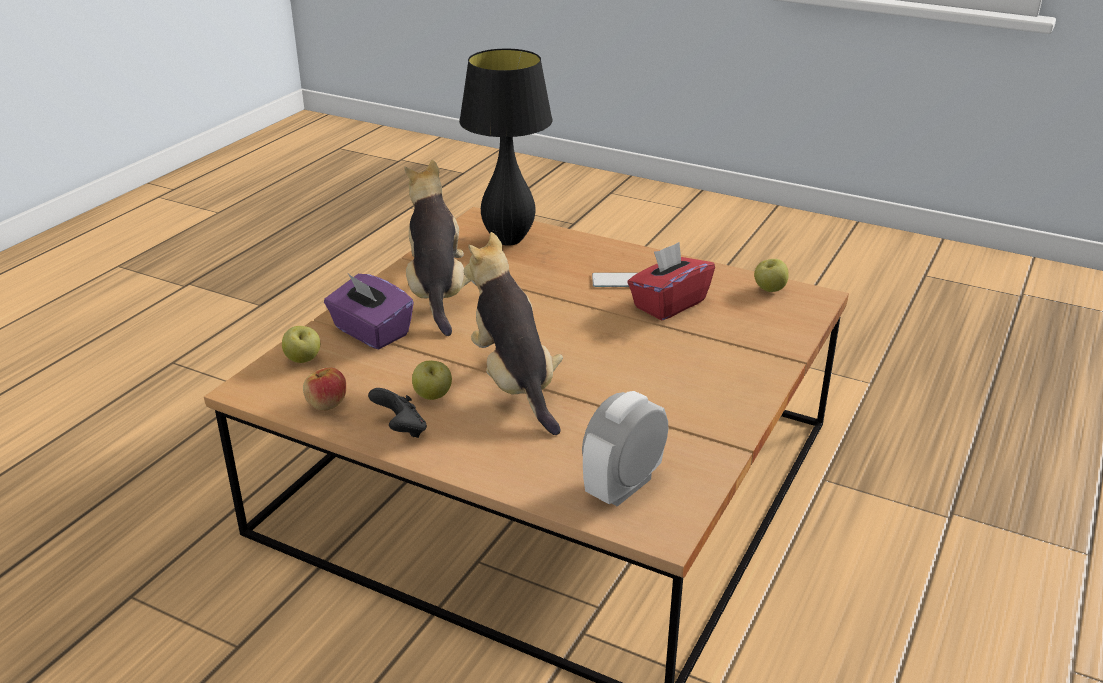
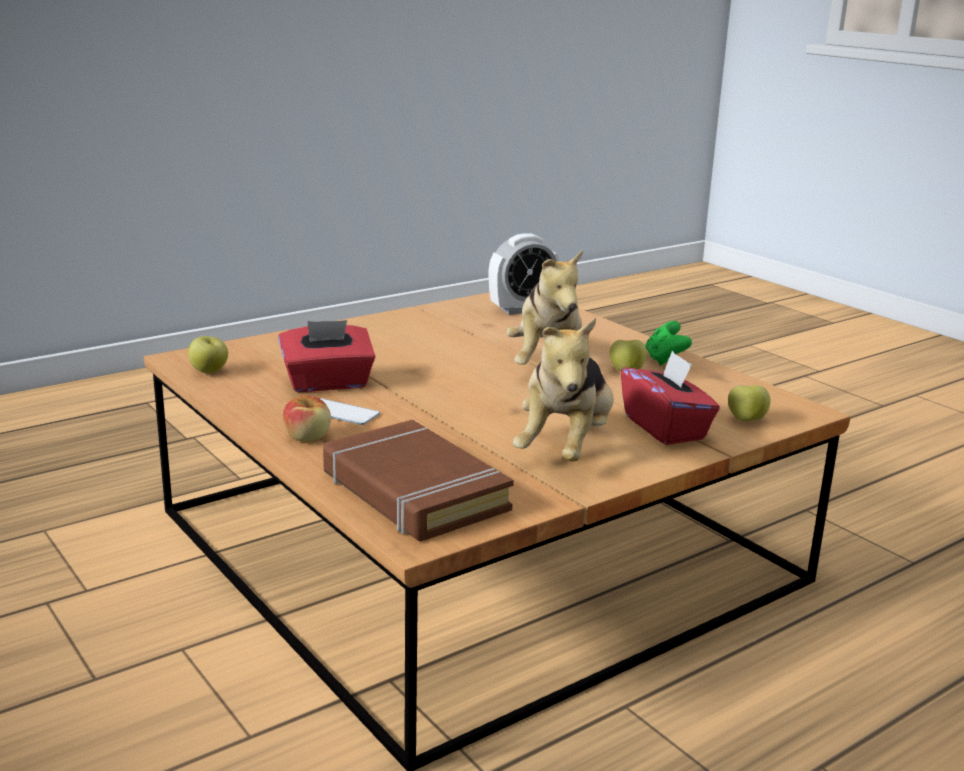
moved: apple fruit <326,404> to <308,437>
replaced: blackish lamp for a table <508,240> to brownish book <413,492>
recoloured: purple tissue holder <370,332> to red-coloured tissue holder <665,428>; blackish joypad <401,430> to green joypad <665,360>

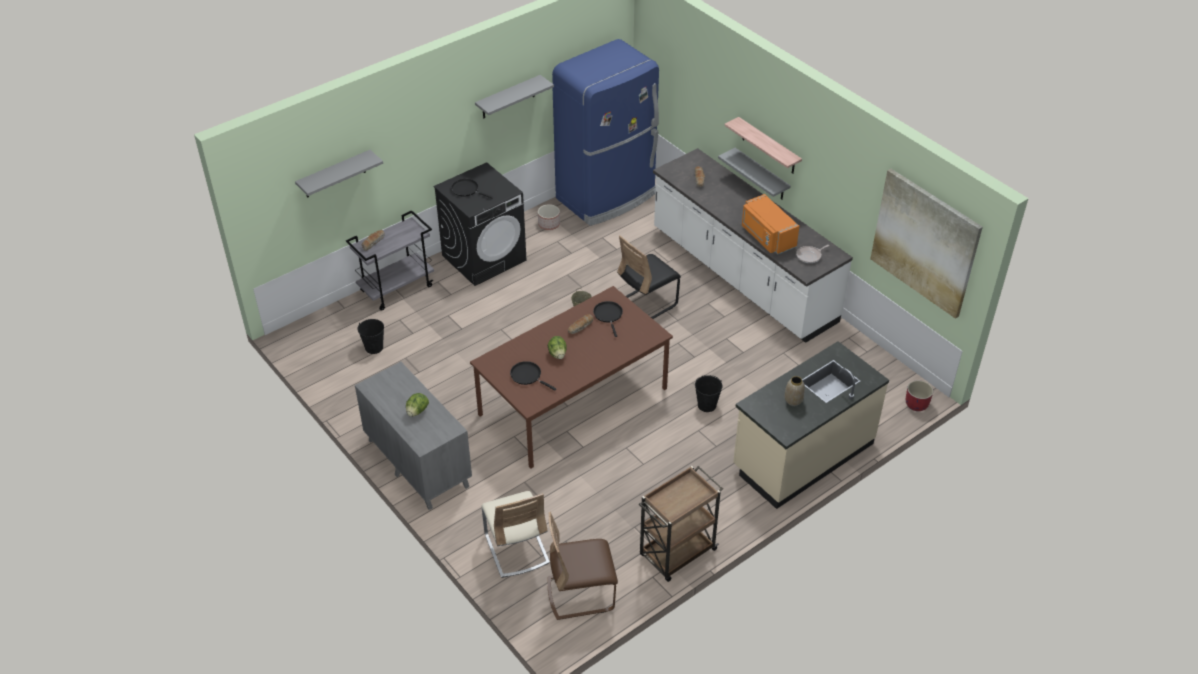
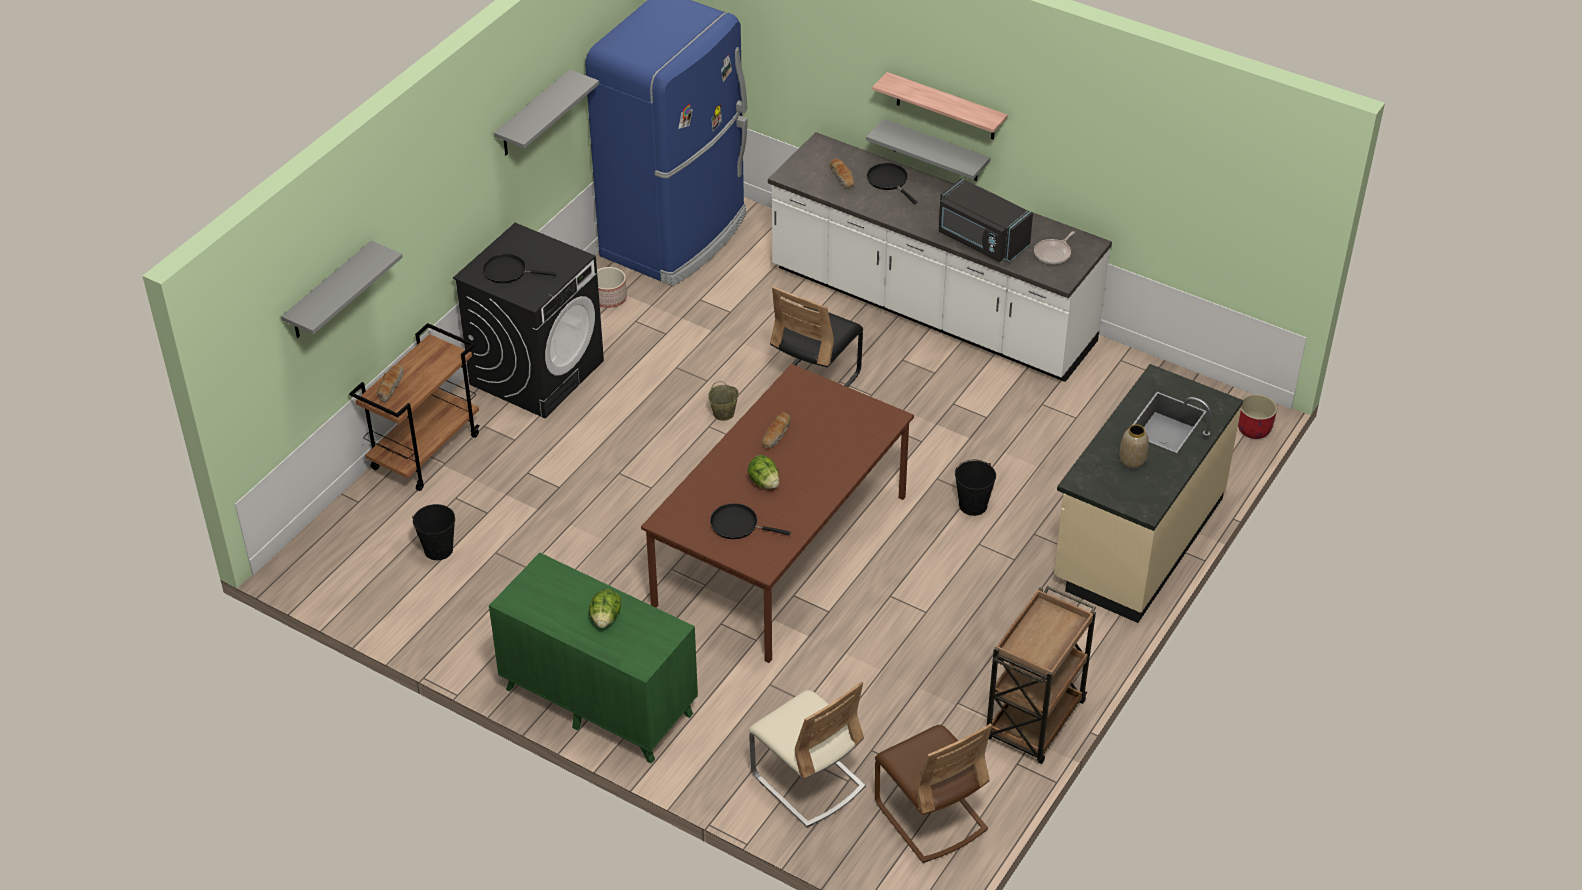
removed: wall picture <925,242>
moved: blackish frying pan <608,315> to <889,181>
recoloured: gray cart <397,288> to brownish cart <426,451>; gray dresser <418,463> to green dresser <598,701>; orangey microwave <767,237> to blackish microwave <981,240>
turned: brownish plain chair <581,594> = <930,816> 90 degrees counterclockwise

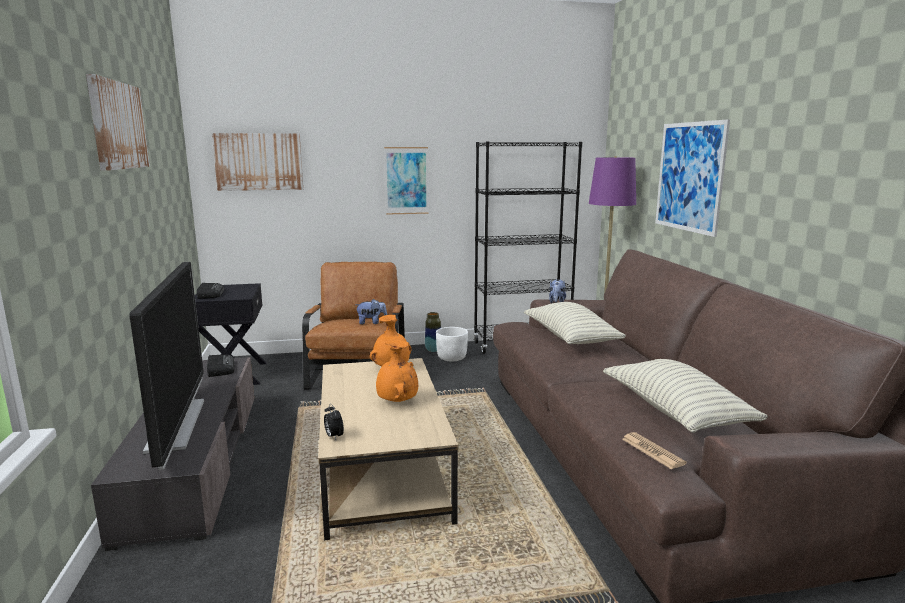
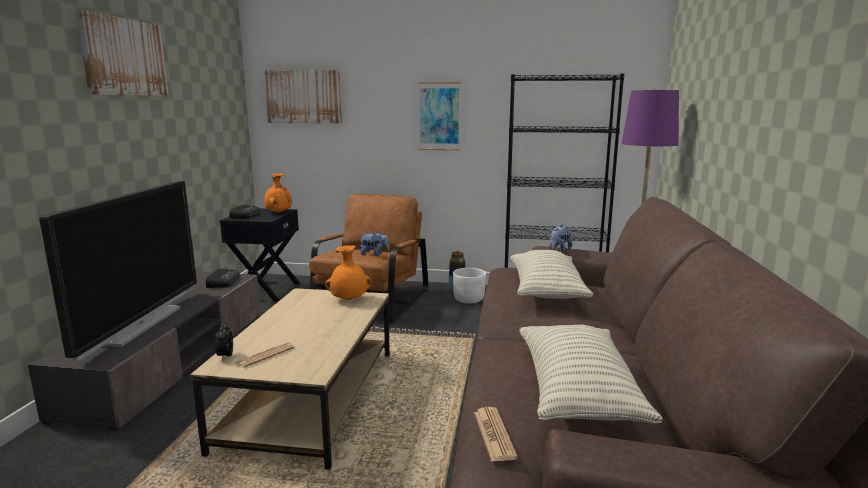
removed: wall picture <689,177>
added: newspaper <265,355>
moved: orangey flower vase <396,401> to <278,212>

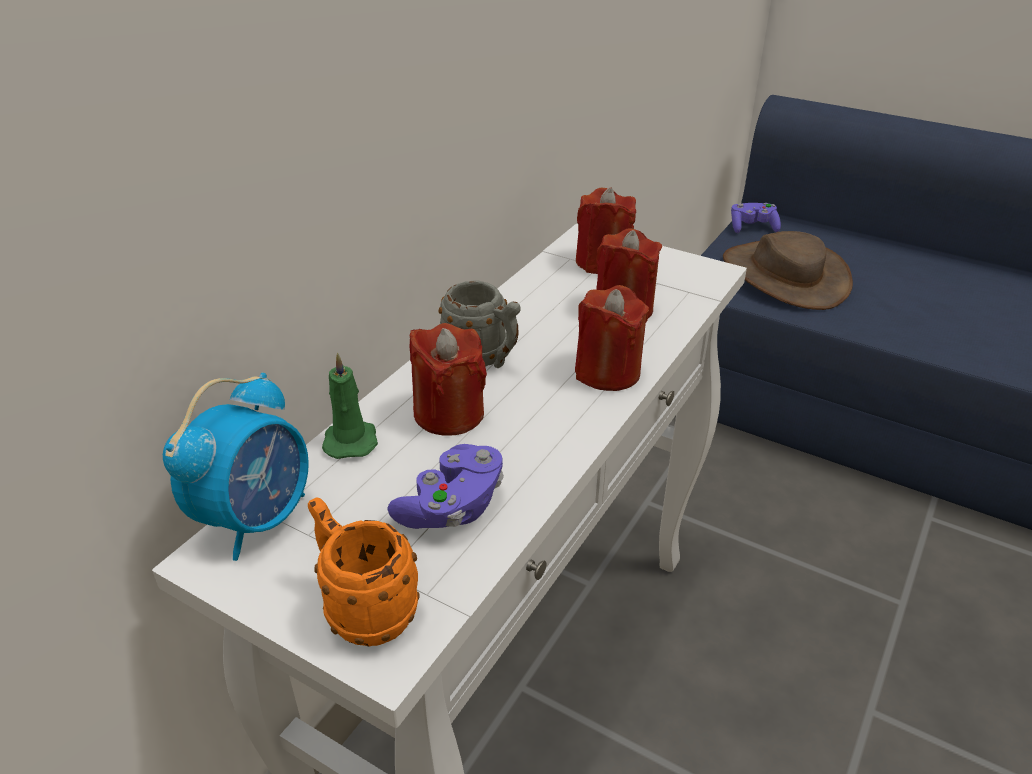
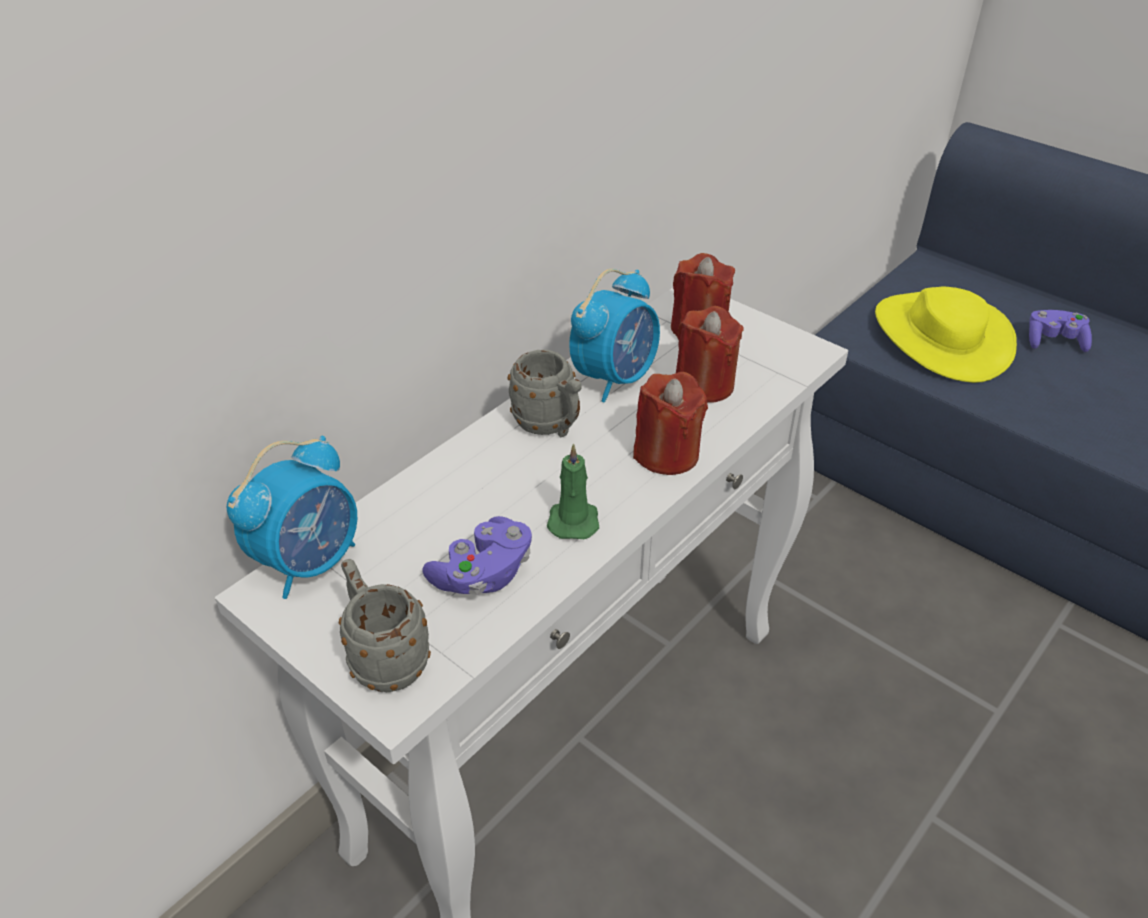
removed: red-coloured wax light <449,414>
added: alarm clock <615,378>
moved: green wax light <350,440> to <573,519>; purple joypad <752,228> to <1054,342>
recoloured: orangey coffee mug <363,609> to gray coffee mug <384,658>; brownish wearable hat <784,276> to yellow wearable hat <941,337>

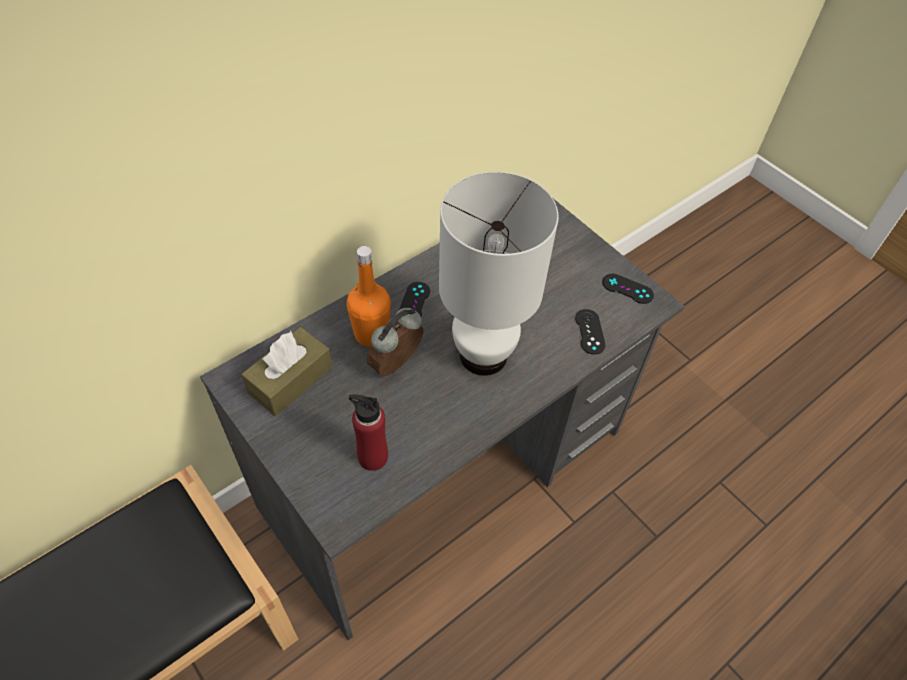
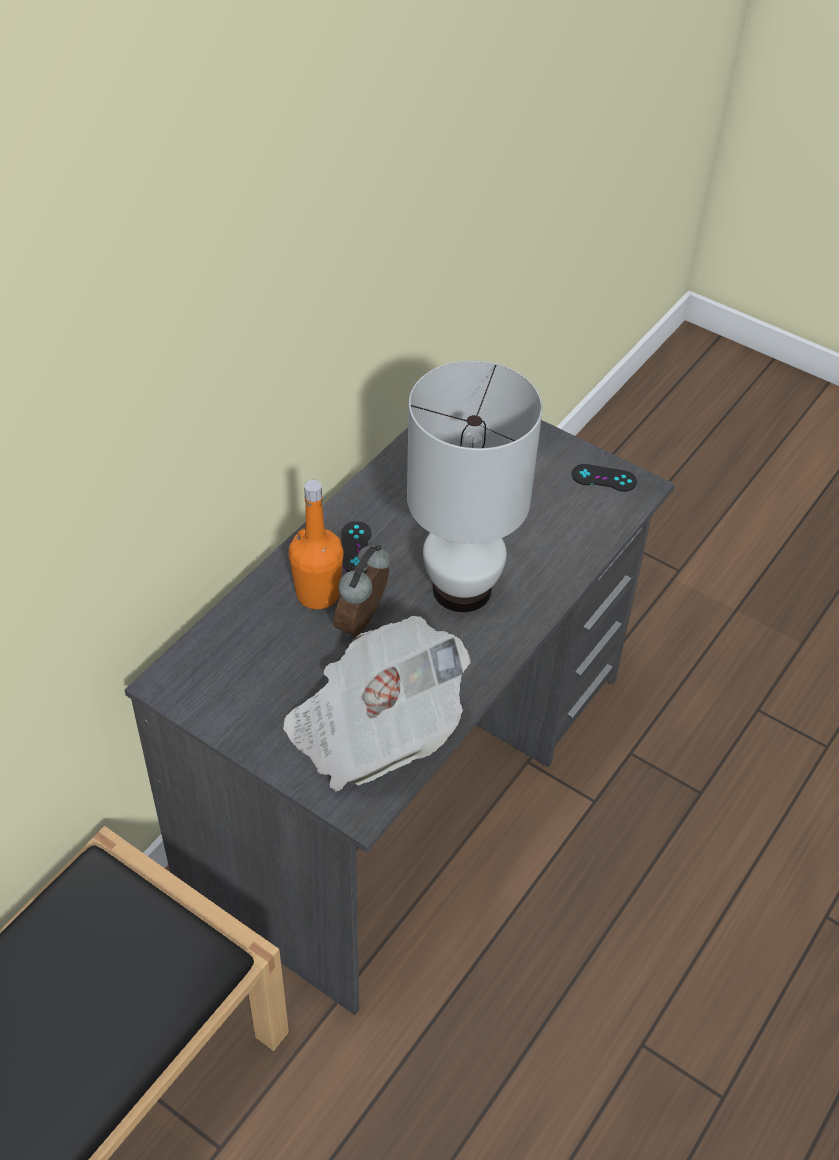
removed: brownish tissue holder <290,380>; blackish joypad <589,332>
replaced: red-coloured drink bottle <372,457> to newspaper <374,730>

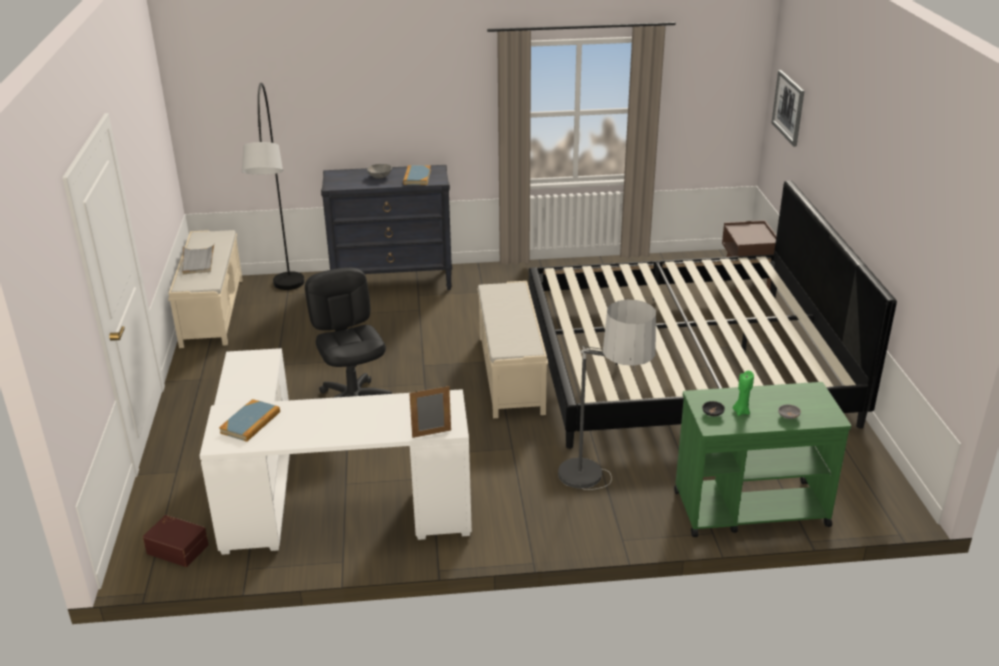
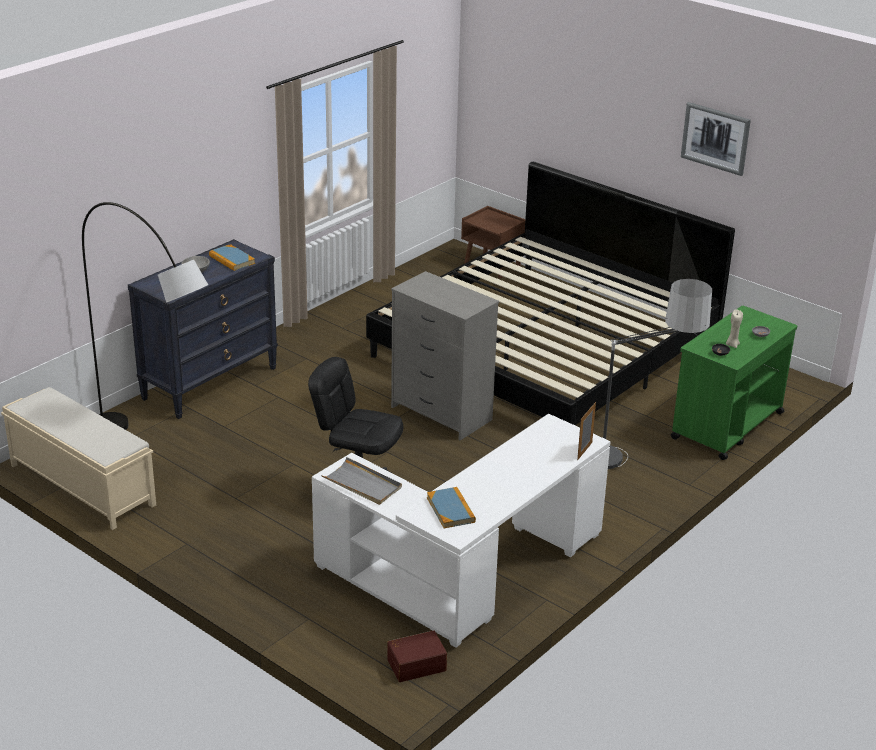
moved: gray carrying tray <198,261> to <362,484>; wall picture <788,107> to <715,138>
replaced: sand-coloured long seat <511,374> to gray dresser <441,413>
recoloured: green wax light <741,411> to sand-coloured wax light <732,345>

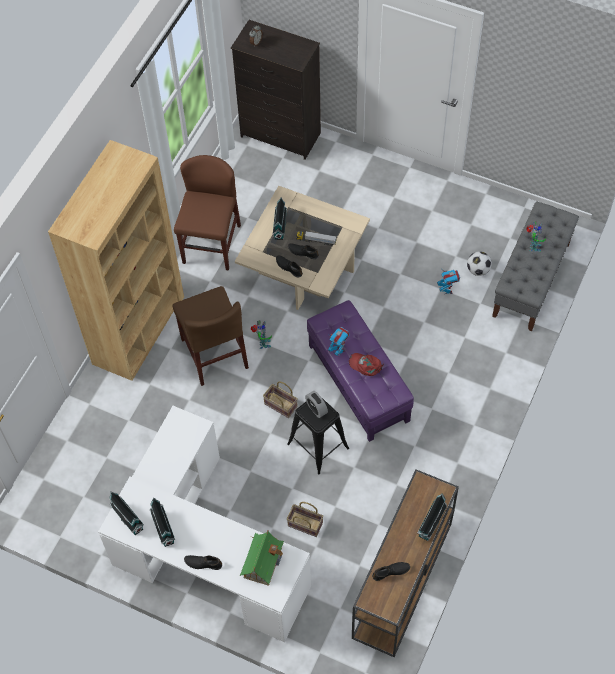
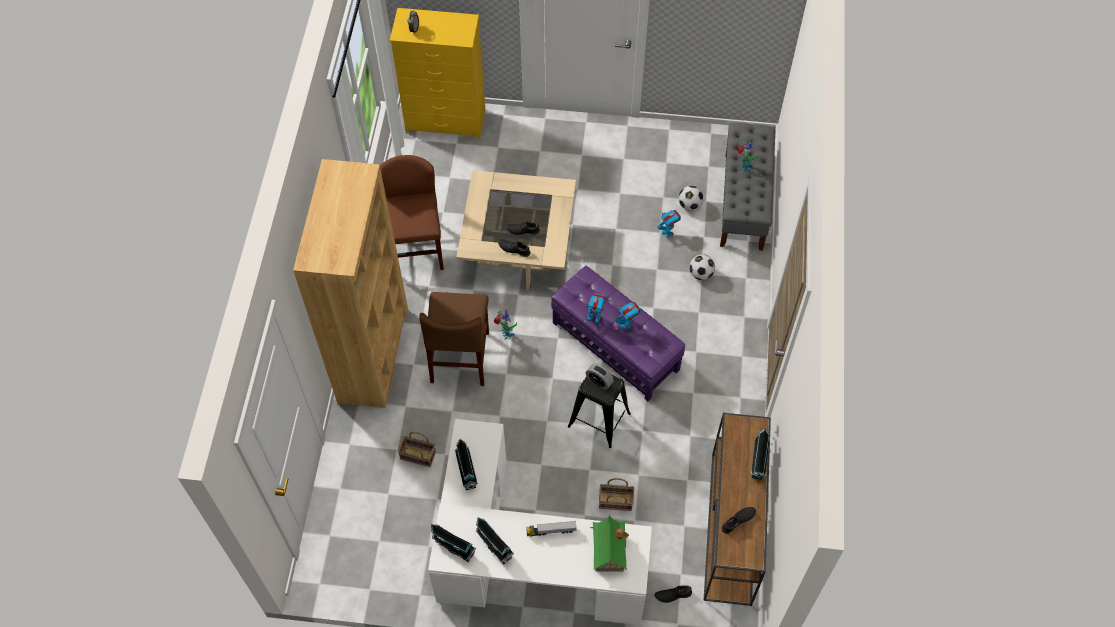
added: ball for football <701,274>
moved: basket <279,405> to <417,456>; model house <280,225> to <466,470>; toy lorry <316,241> to <551,531>; blackish low shoe <203,563> to <673,594>
replaced: red-coloured cap <365,365> to model robot <627,325>
recoloured: blackish dresser <281,135> to yellow dresser <446,122>
turned: brownish plain chair <214,353> = <460,357> 45 degrees clockwise

